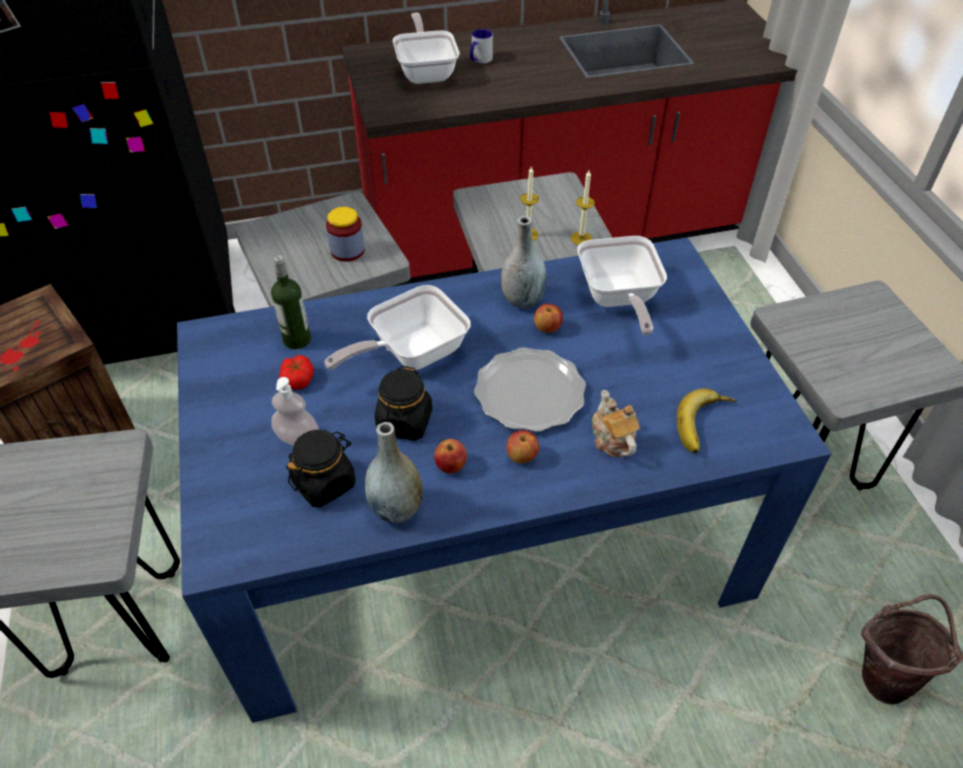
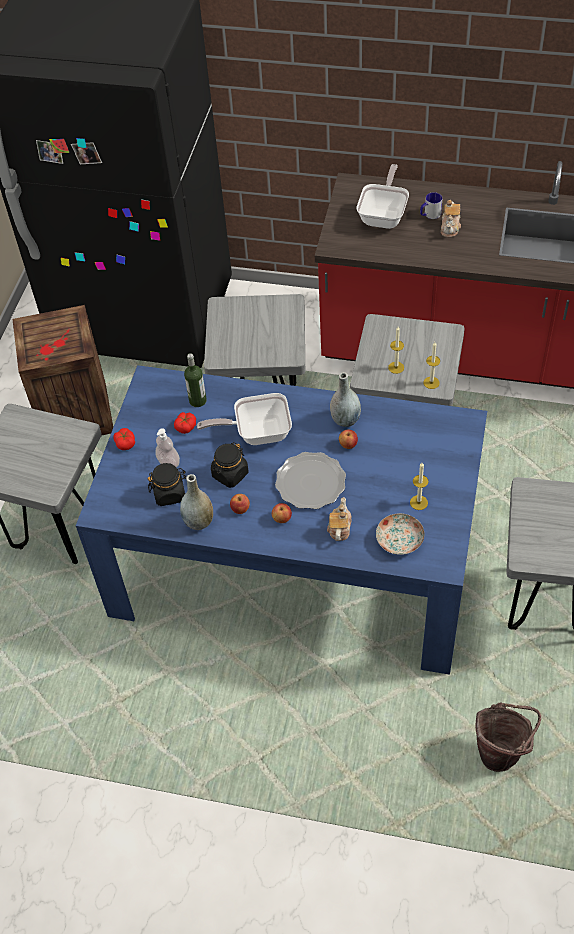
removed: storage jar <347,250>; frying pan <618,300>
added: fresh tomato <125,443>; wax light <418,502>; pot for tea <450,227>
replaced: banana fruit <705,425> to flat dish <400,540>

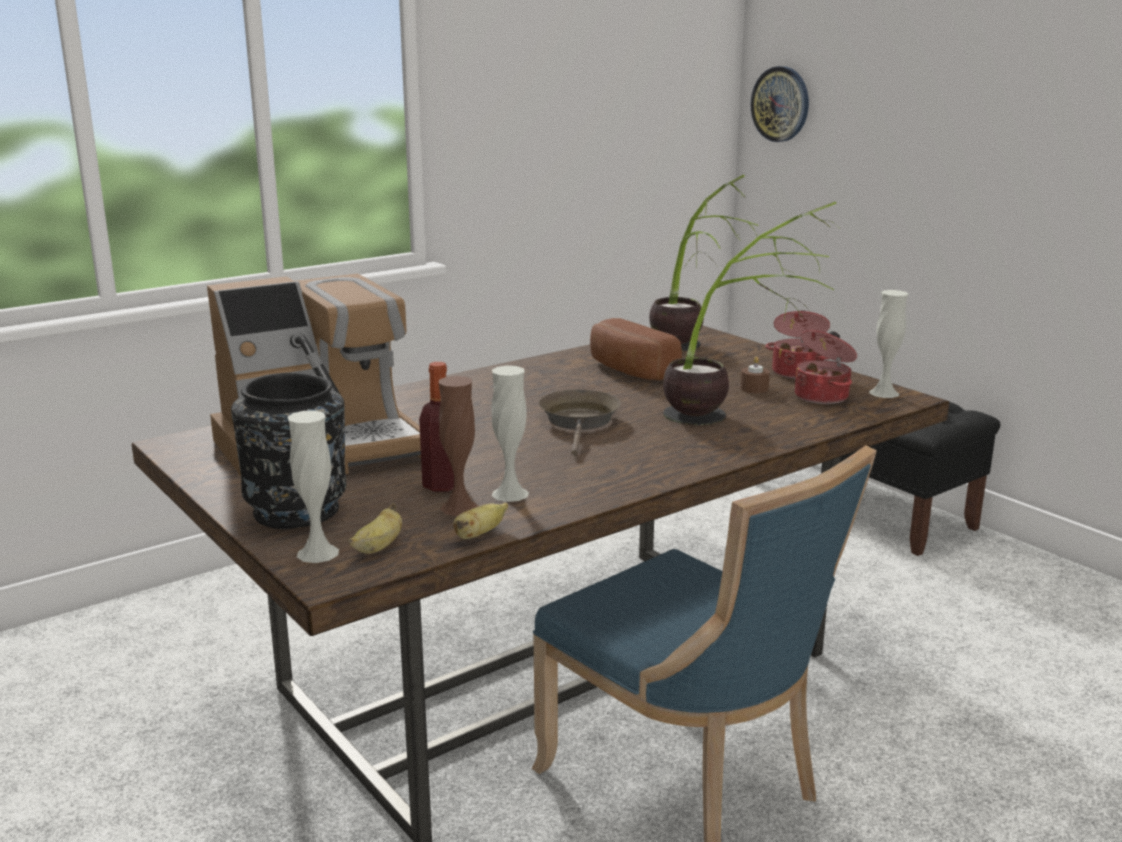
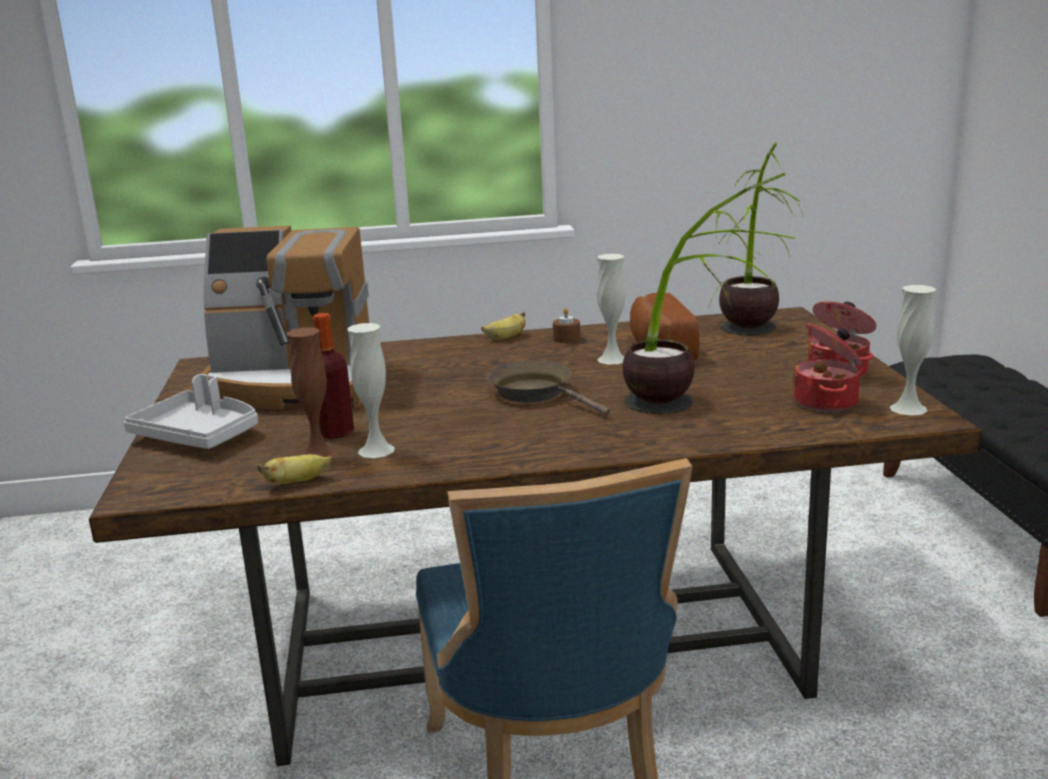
removed: hanging clock <780,104>
moved: banana fruit <378,547> to <506,338>; brownish wax light <754,388> to <566,339>; white flower vase <318,553> to <612,359>
replaced: blackish flower vase <298,512> to gray carrying tray <199,435>
turned: brownish frying pan <580,422> = <536,393> 75 degrees counterclockwise

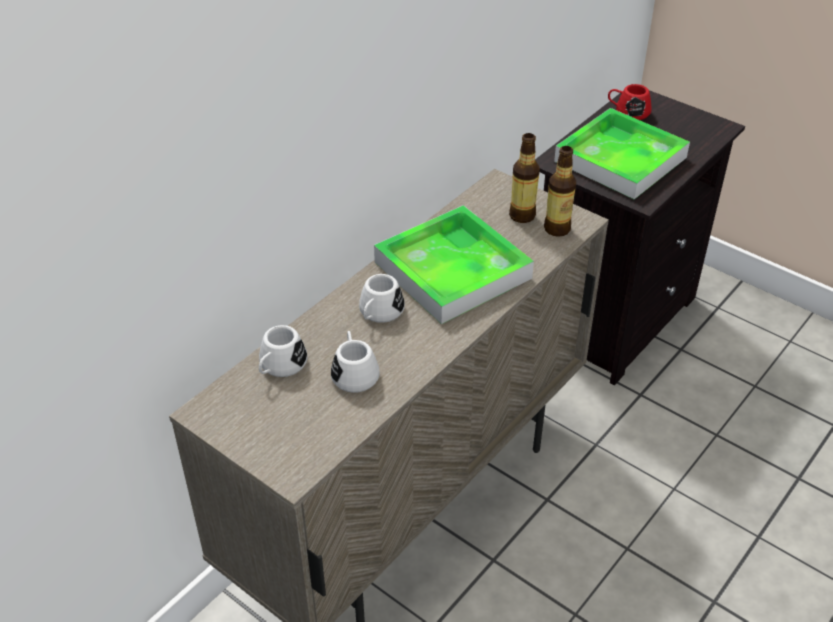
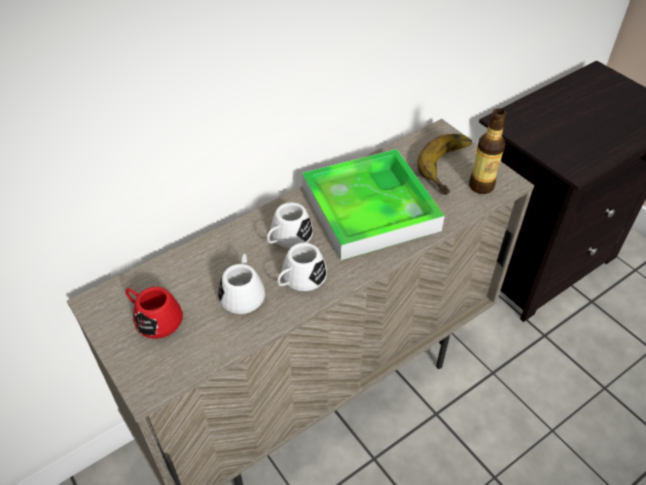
removed: carrying tray <620,159>
moved: red-coloured coffee mug <628,112> to <154,318>; white coffee mug <279,366> to <299,279>
replaced: drink bottle <522,215> to banana fruit <452,167>

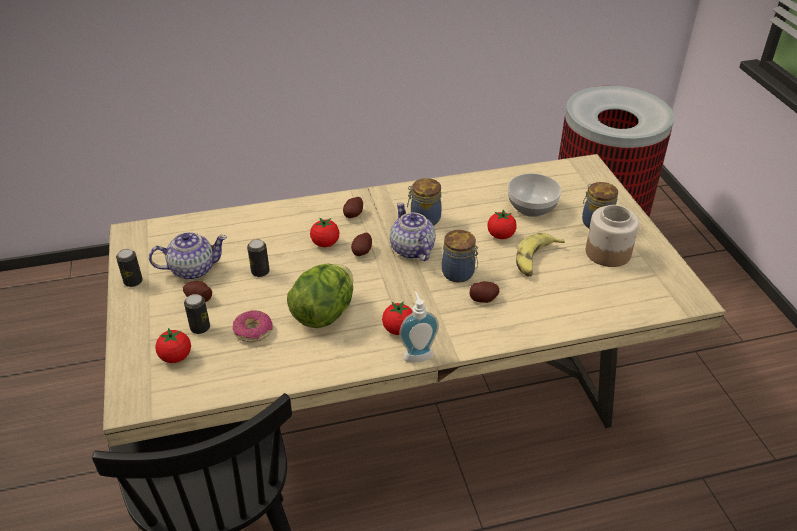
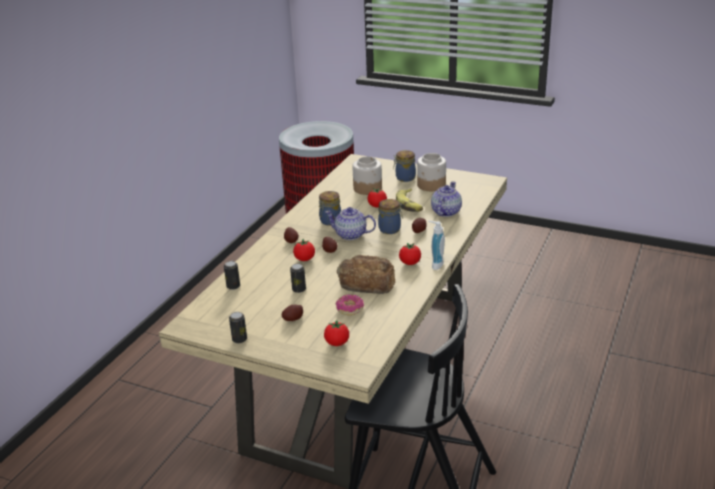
moved: can <200,328> to <233,286>; pot for tea <192,269> to <445,212>
replaced: head of lettuce <324,313> to bread <366,281>; serving bowl <532,207> to storage jar <368,188>

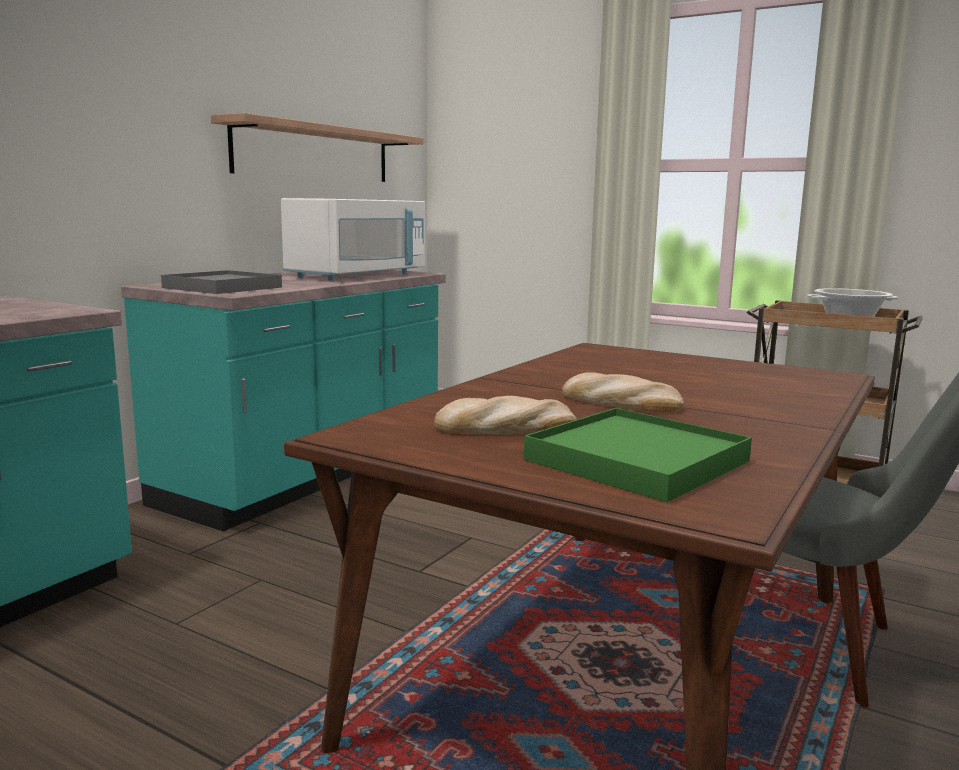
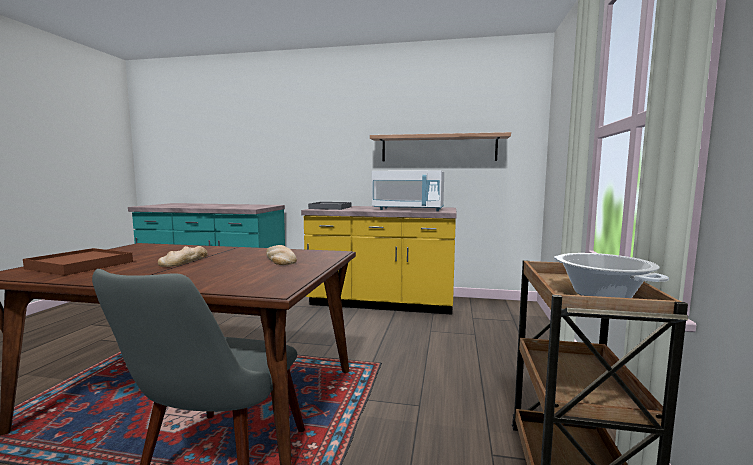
moved: bread <505,428> to <280,259>
recoloured: green carrying tray <637,461> to brownish carrying tray <80,265>; blue-green kitchen base unit <308,474> to yellow kitchen base unit <381,303>

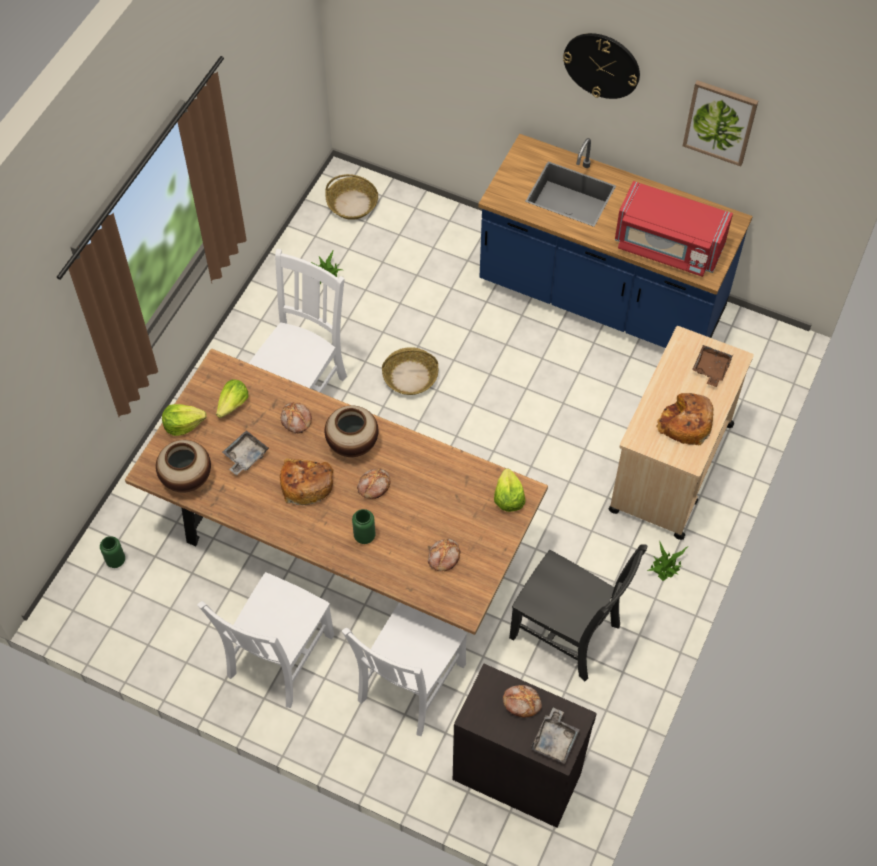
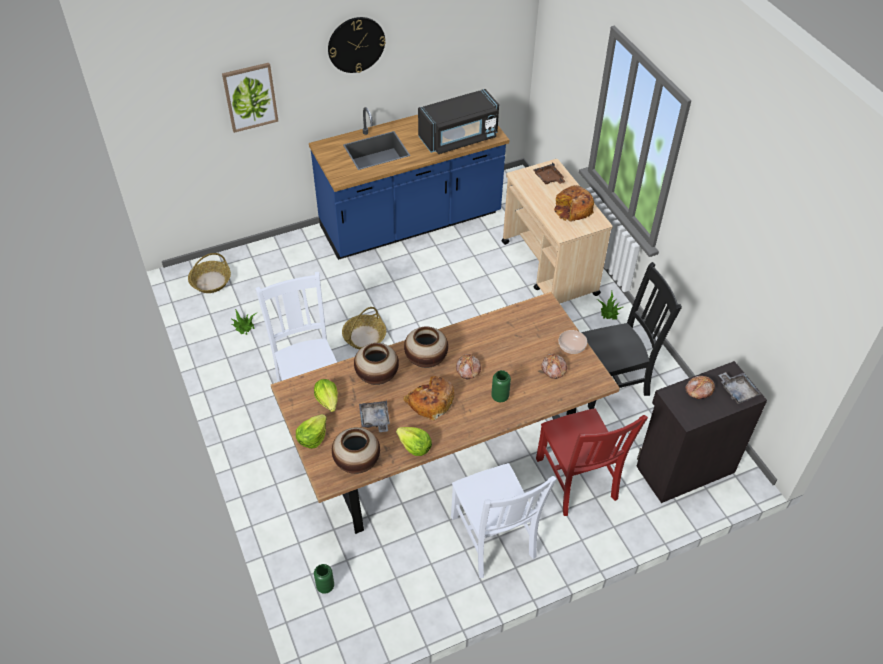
added: serving bowl <572,346>
moved: wall picture <720,122> to <250,97>; head of lettuce <508,498> to <414,447>
replaced: bread <295,420> to flower vase <377,376>
recoloured: red-coloured microwave <668,246> to blackish microwave <458,138>; white plain chair <409,685> to red-coloured plain chair <577,481>

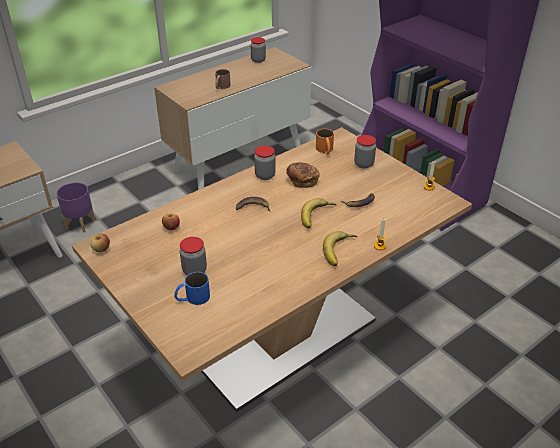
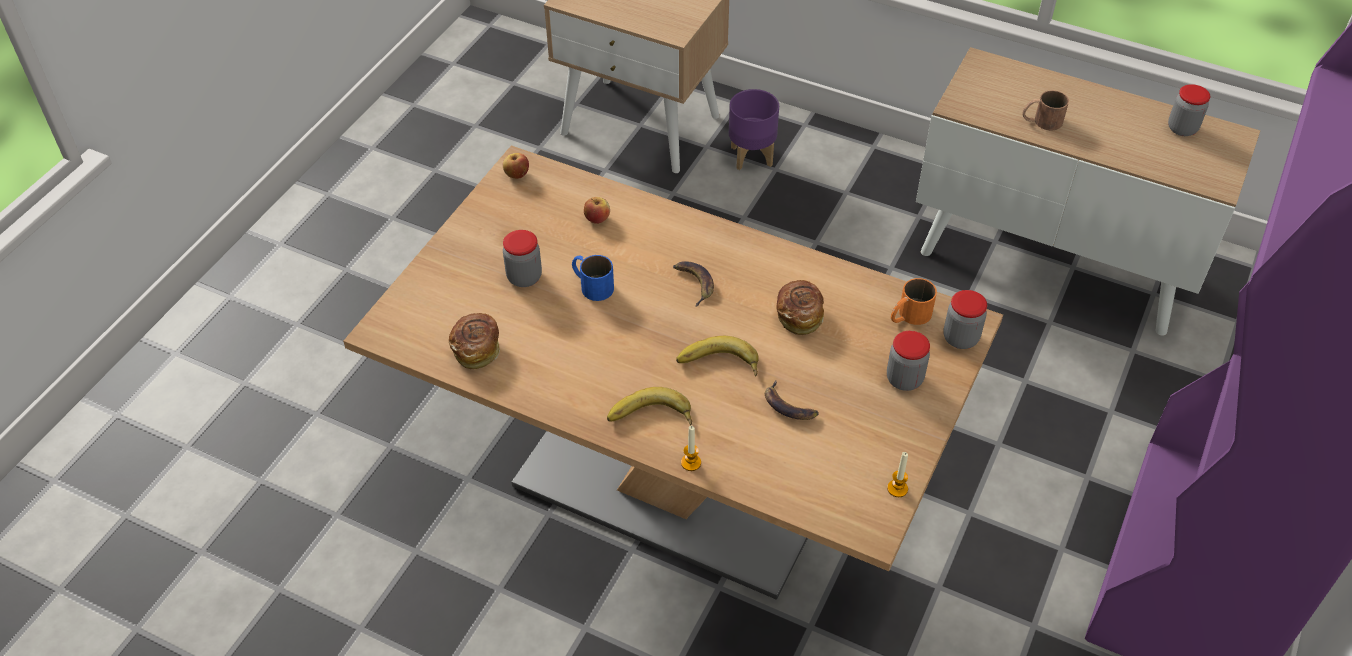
added: bread <477,349>
moved: blue coffee mug <192,298> to <591,284>; storage jar <265,175> to <960,338>

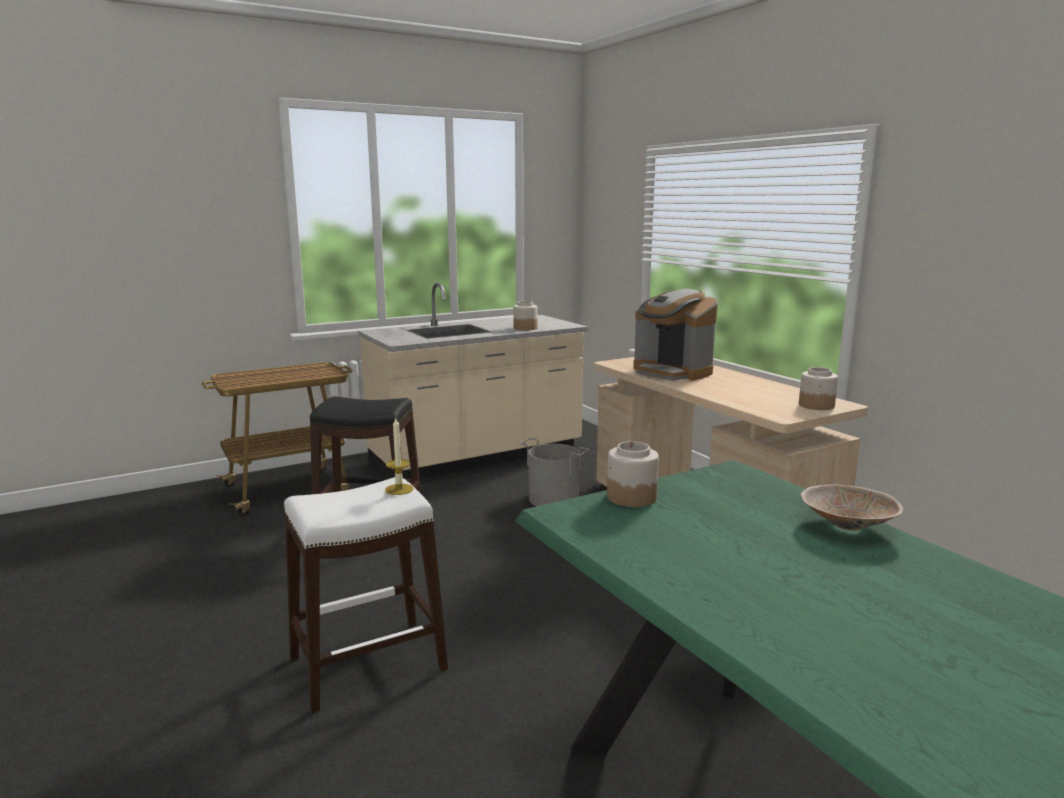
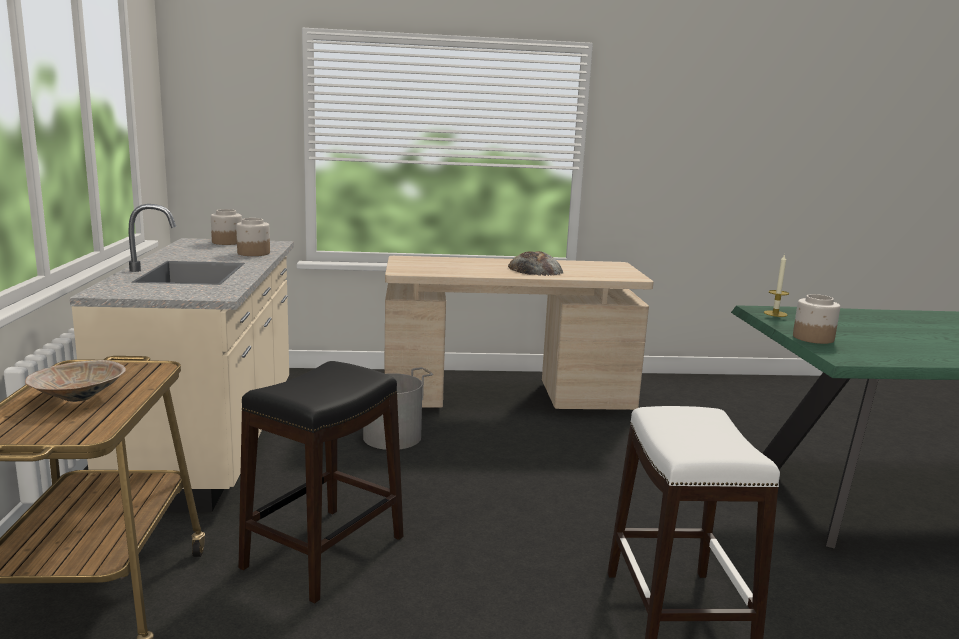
removed: coffee machine <672,372>
added: bread <535,269>
moved: sand-coloured serving bowl <846,524> to <77,397>; storage jar <815,405> to <227,242>; wax light <399,489> to <775,313>

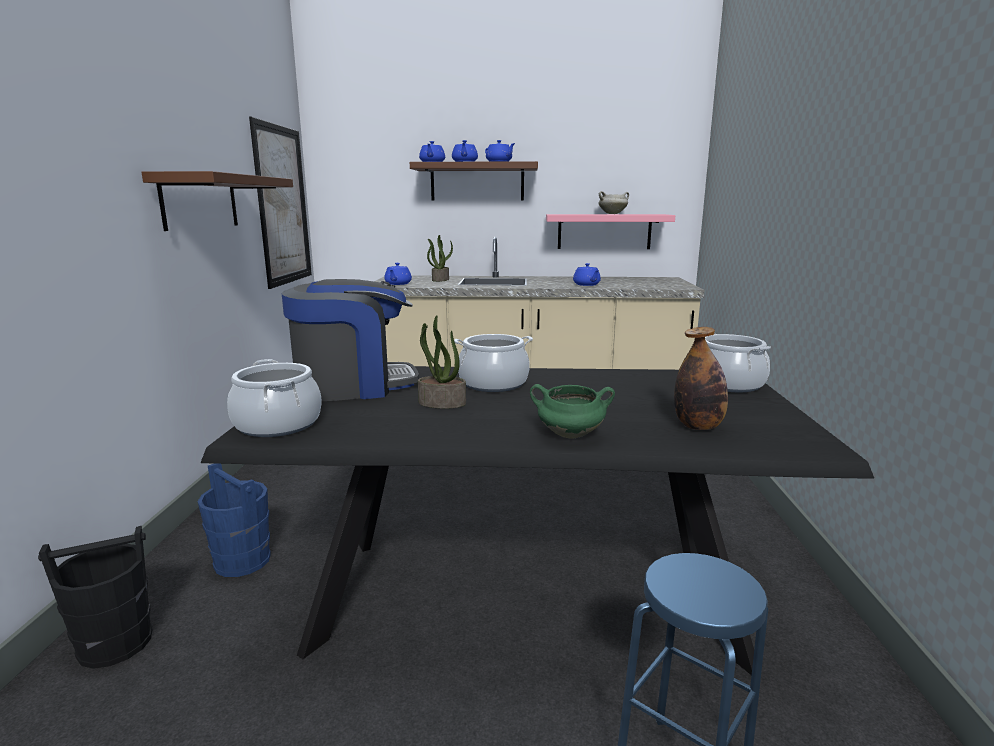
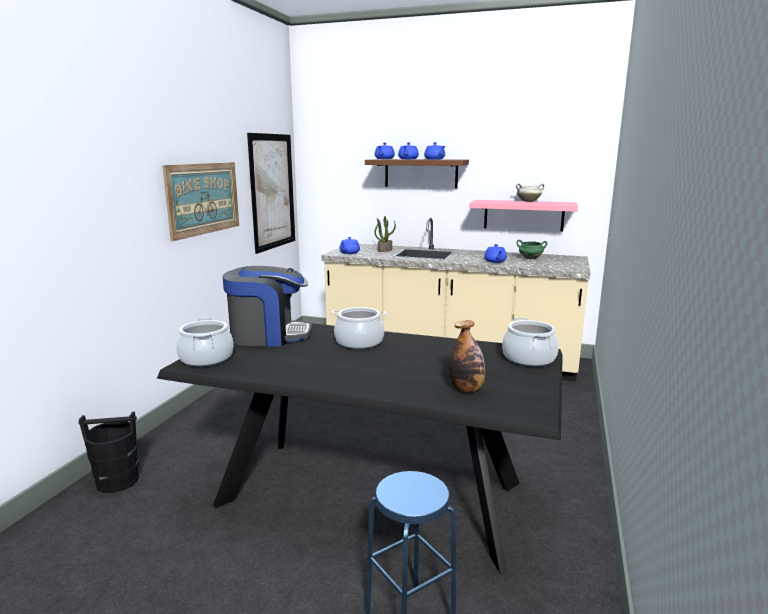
removed: blue bucket <242,560>; houseplant <441,403>
moved: green stockpot <569,435> to <530,258>
replaced: brownish bracket shelf <200,202> to wall picture <203,198>

